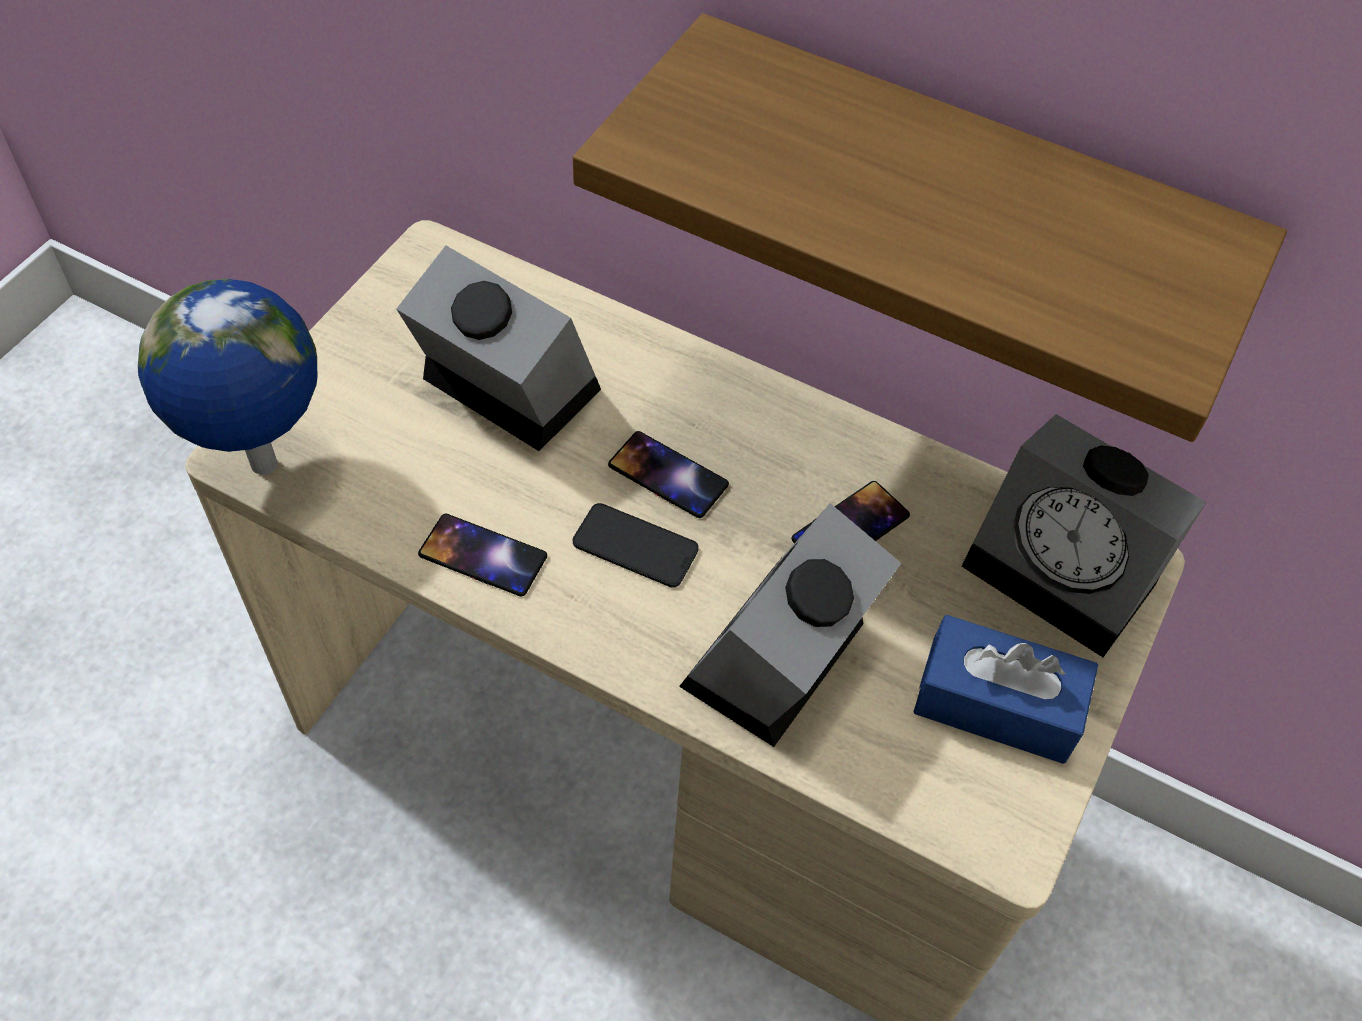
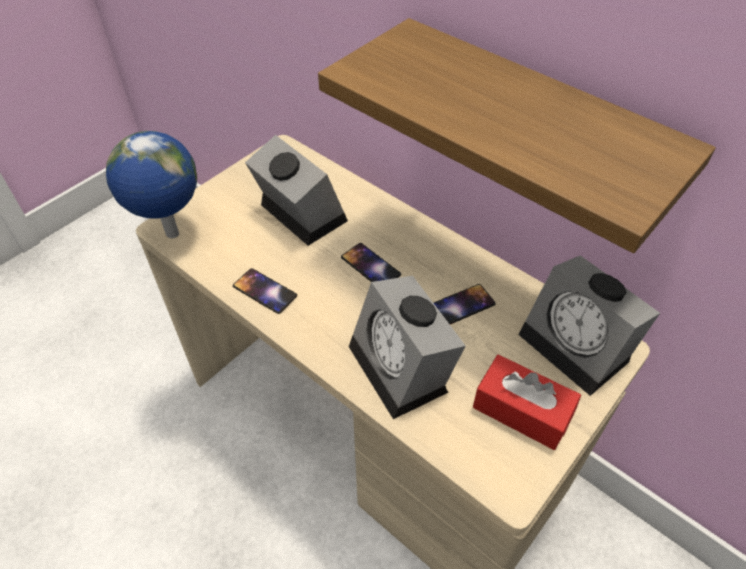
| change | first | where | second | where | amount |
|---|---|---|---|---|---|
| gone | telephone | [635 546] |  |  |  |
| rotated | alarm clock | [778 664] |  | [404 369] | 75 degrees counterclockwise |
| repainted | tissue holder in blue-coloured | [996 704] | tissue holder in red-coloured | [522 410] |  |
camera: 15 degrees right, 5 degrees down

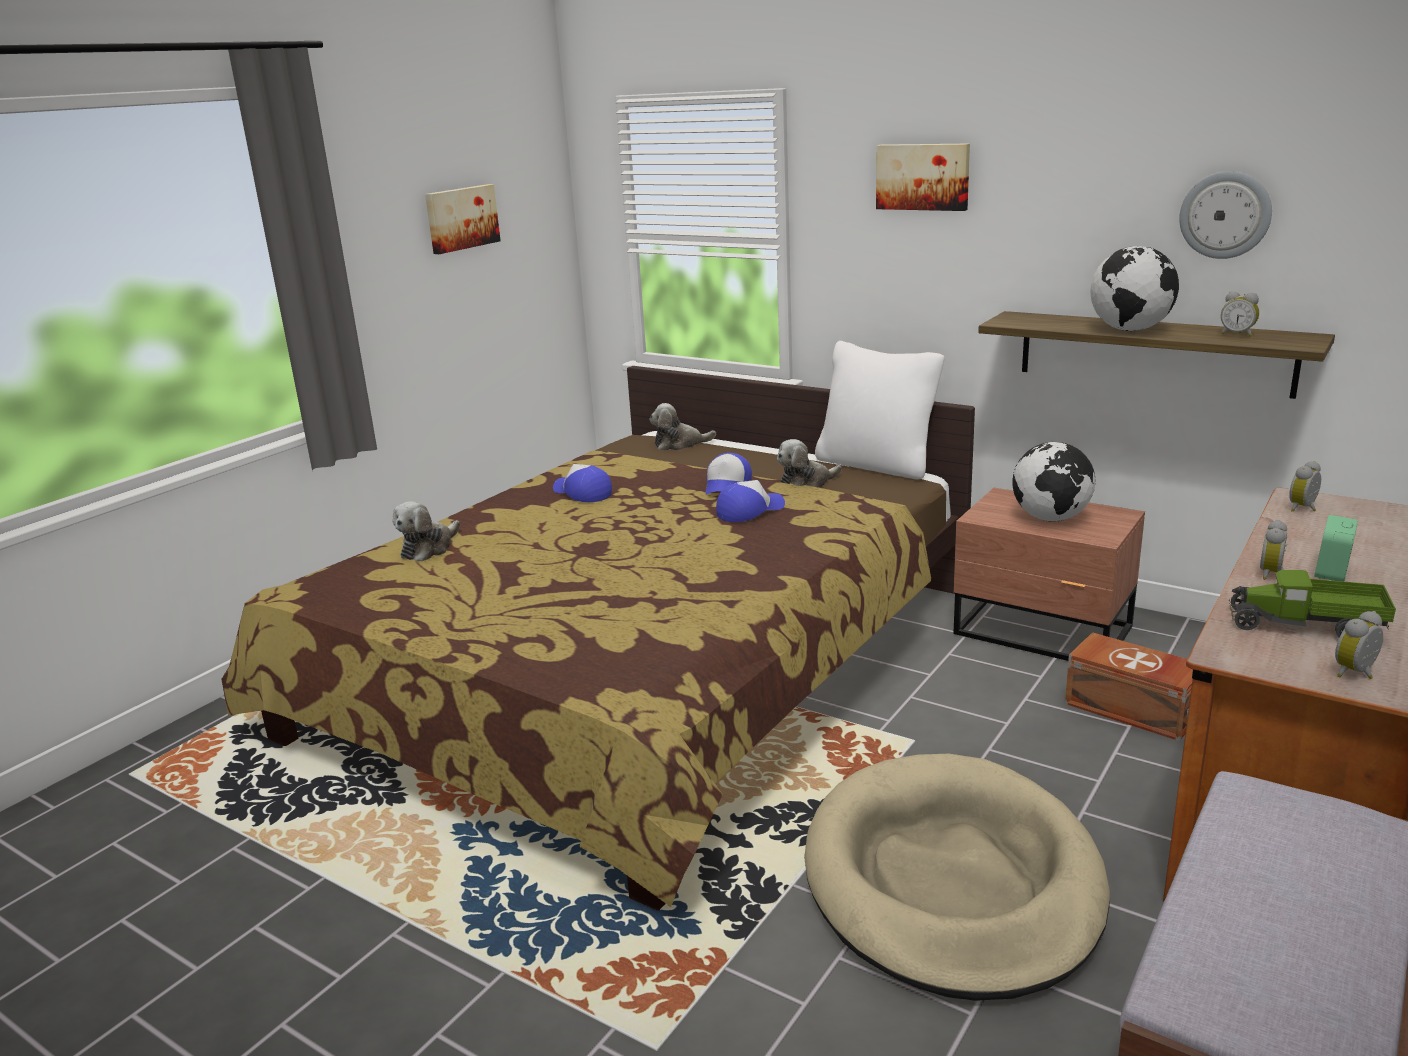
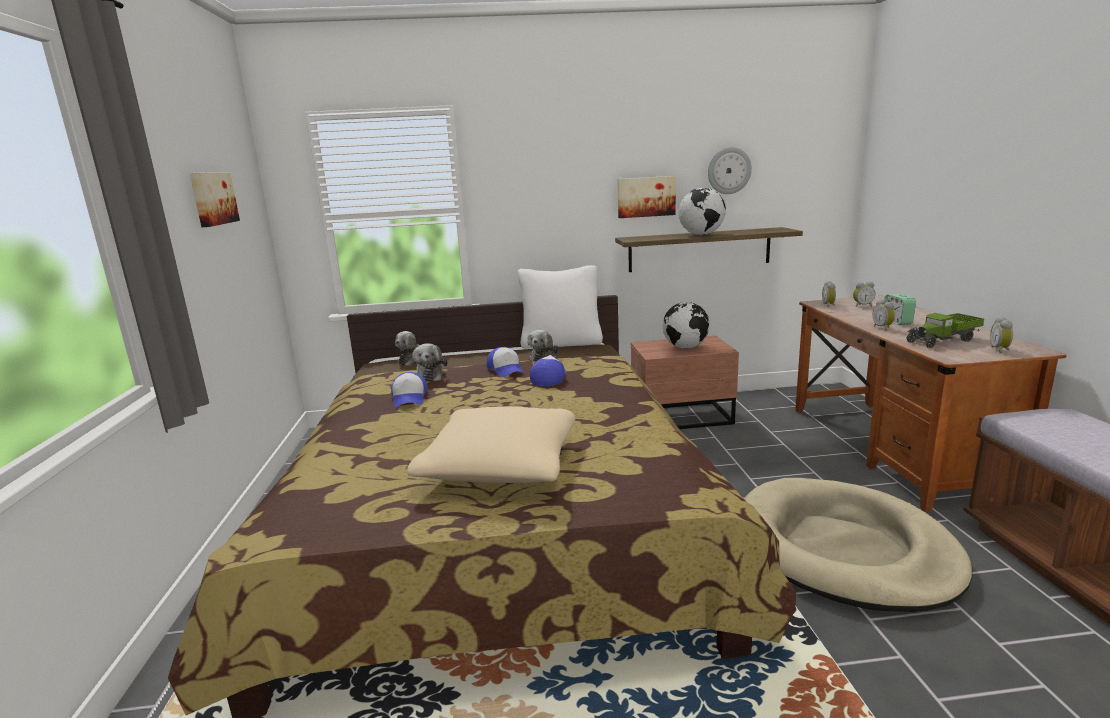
| change | first | where | second | where | amount |
|---|---|---|---|---|---|
| shifted | cuddly toy | [429 548] |  | [429 375] |  |
| rotated | peaked cap | [582 493] |  | [409 398] | 105 degrees counterclockwise |
| shifted | picture | [923 176] |  | [646 197] |  |
| gone | storage box in brown | [1132 710] |  |  |  |
| shifted | alarm clock | [1237 334] |  | [862 305] |  |
| new |  |  | pillow in sand-coloured | [501 466] |  |
camera: 40 degrees left, 5 degrees down

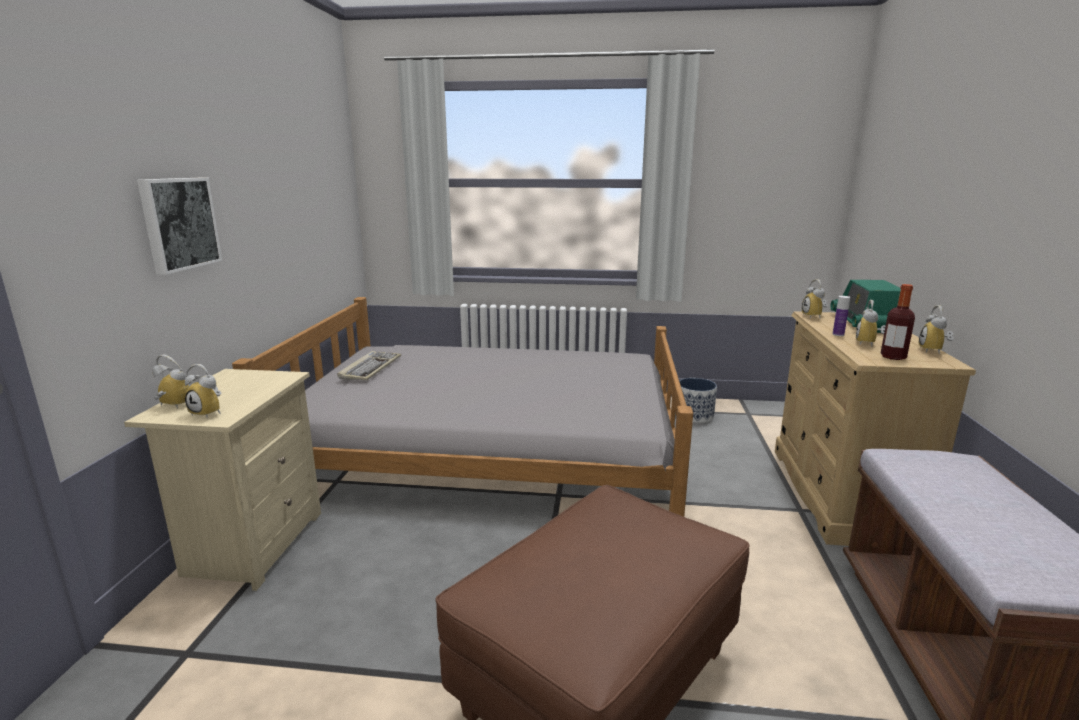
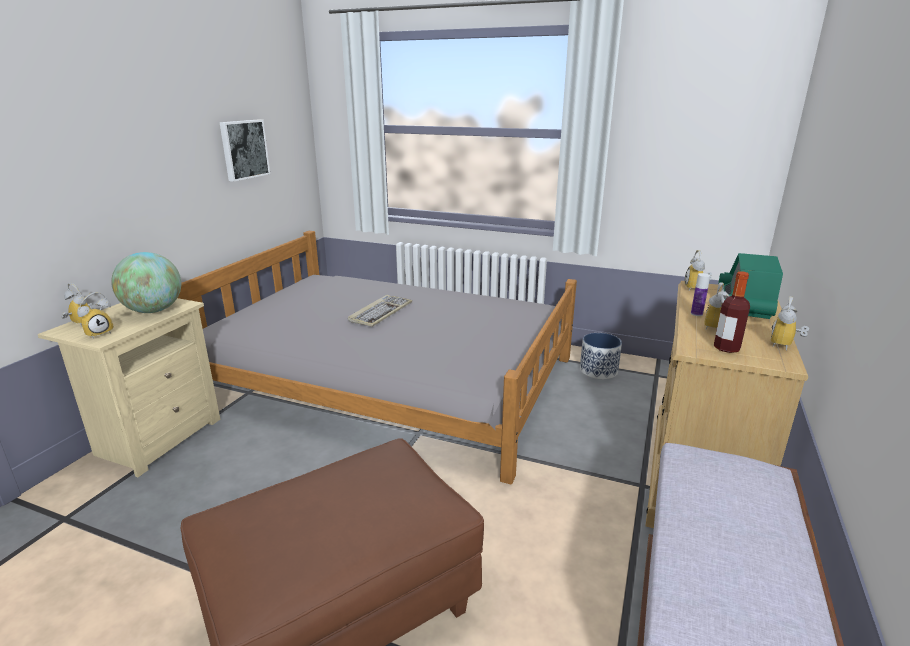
| change | first | where | second | where | amount |
|---|---|---|---|---|---|
| shifted | picture | [178 223] |  | [243 149] |  |
| rotated | alarm clock | [210 412] |  | [99 333] | 90 degrees counterclockwise |
| shifted | PC keyboard | [370 368] |  | [380 313] |  |
| new |  |  | world globe | [153 311] |  |
camera: 15 degrees right, 5 degrees up

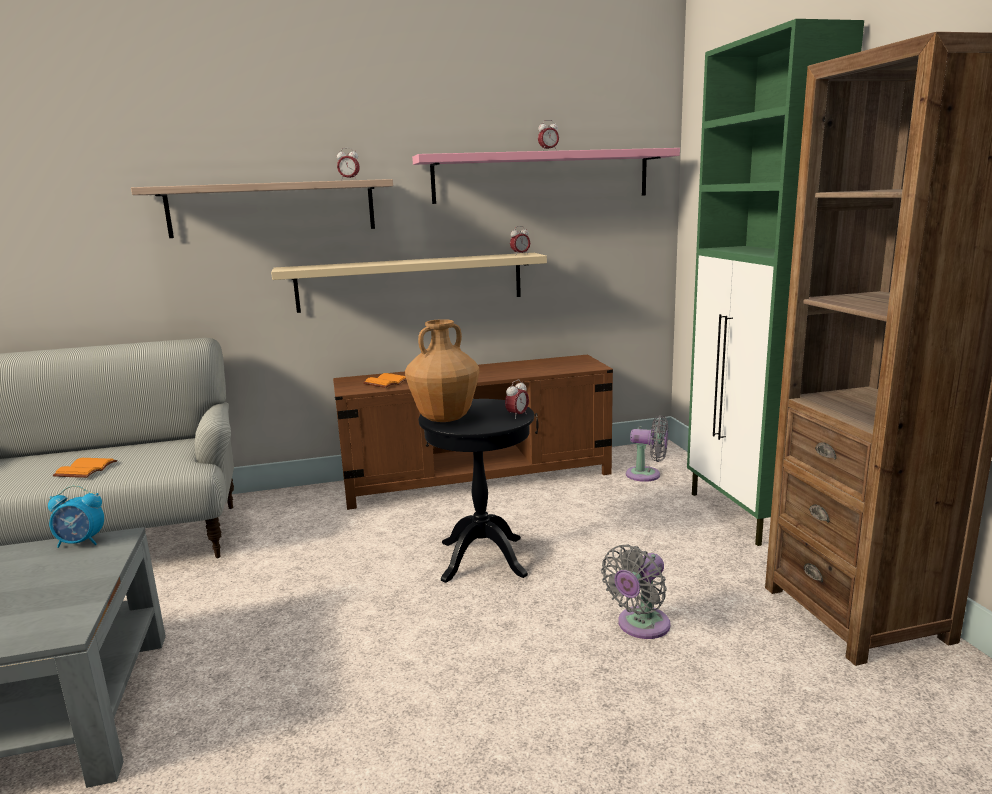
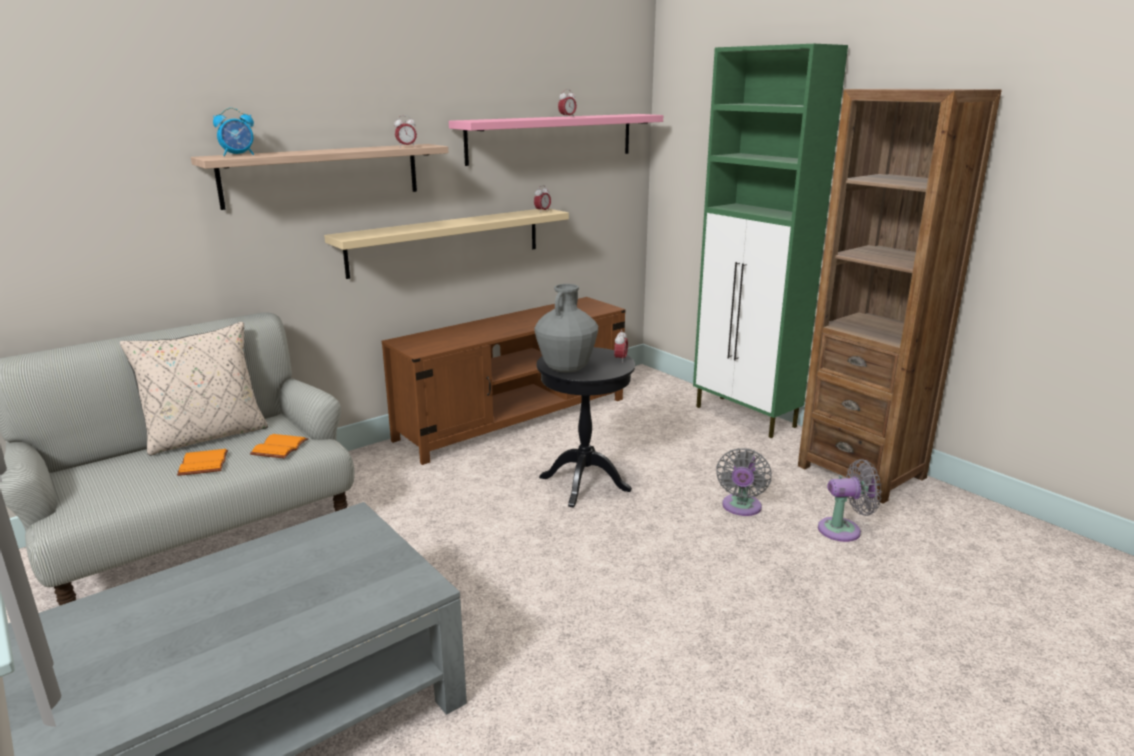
| change | first | where | second | where | amount |
|---|---|---|---|---|---|
| shifted | alarm clock | [81 542] |  | [238 155] |  |
| shifted | book in orange-coloured | [387 383] |  | [280 448] |  |
| repainted | decorative vase in brown | [444 419] | decorative vase in greyish | [566 369] |  |
| shifted | fan in greyish | [647 475] |  | [844 530] |  |
| new |  |  | pillow in sand-coloured | [207 436] |  |
camera: 25 degrees left, 5 degrees up

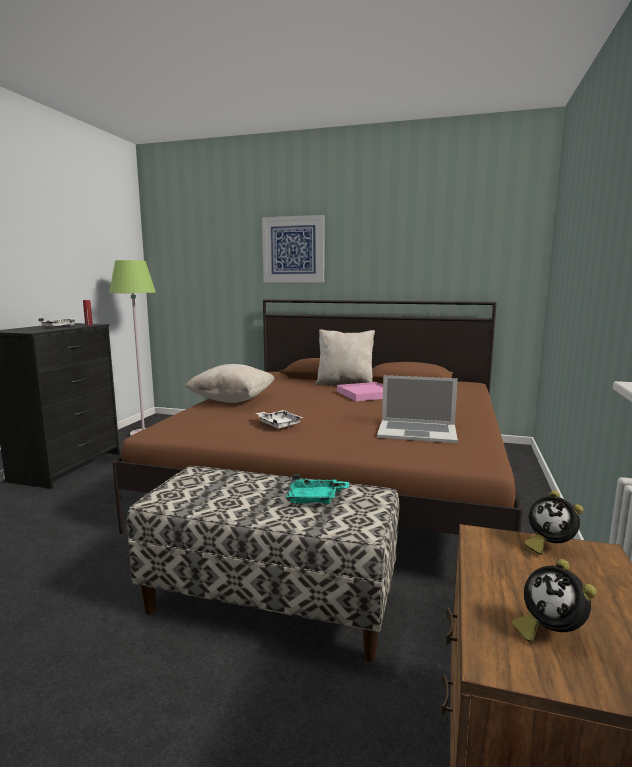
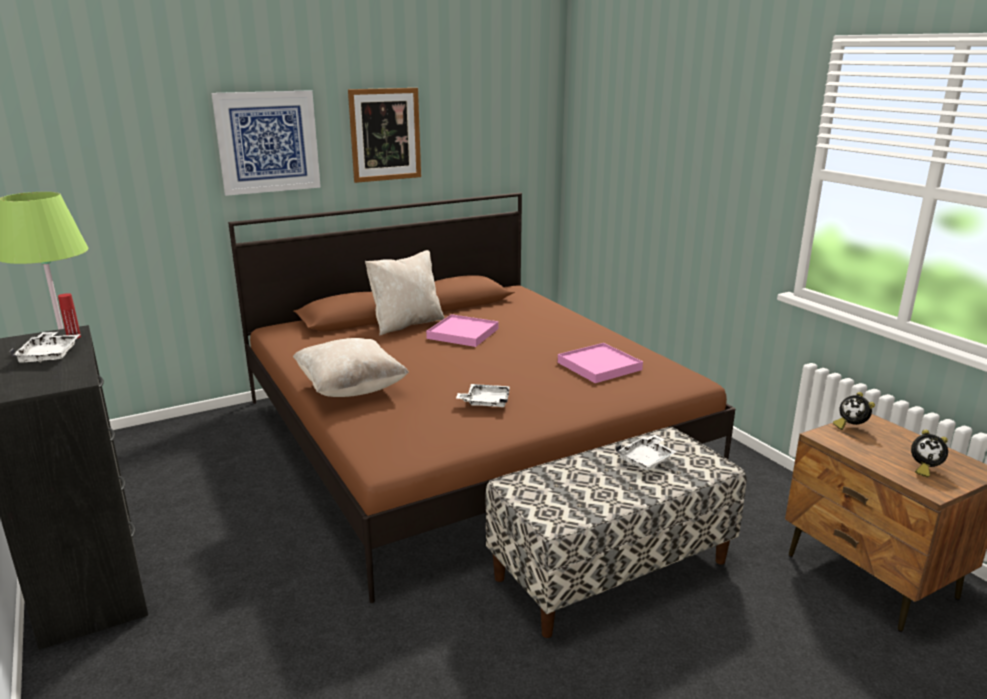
| change | first | where | second | where | amount |
|---|---|---|---|---|---|
| repainted | tray in turquoise | [315 498] | tray in whitish | [646 459] |  |
| swapped | notebook computer | [417 431] | tray in pinkish | [599 366] |  |
| rotated | alarm clock | [548 546] |  | [850 426] | 60 degrees clockwise |
| new |  |  | picture | [385 134] |  |
camera: 45 degrees left, 10 degrees up

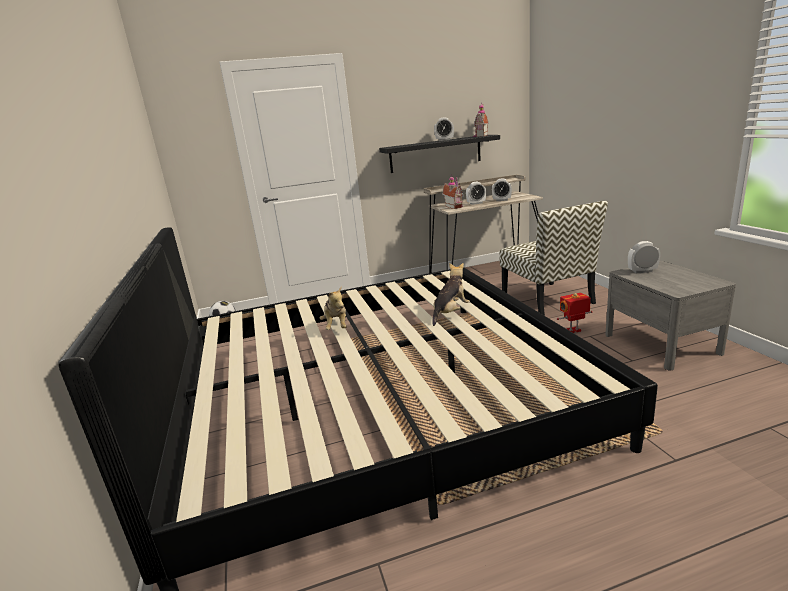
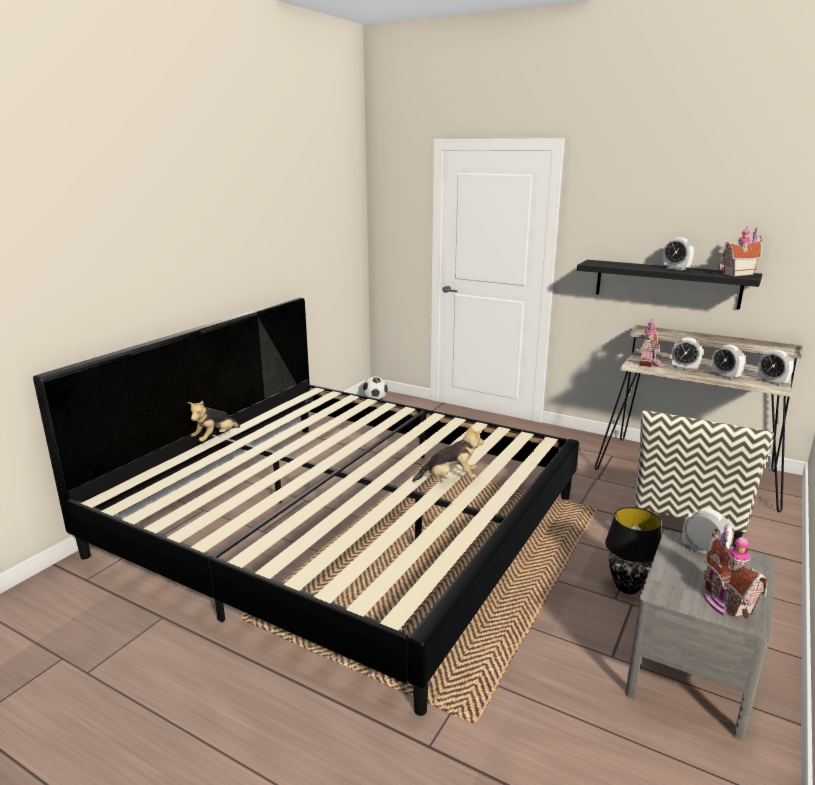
| change | first | where | second | where | amount |
|---|---|---|---|---|---|
| shifted | cuddly toy | [336 326] |  | [215 438] |  |
| swapped | toy robot | [573 331] | table lamp in black | [627 587] |  |
| new |  |  | miniature house | [724 602] |  |
| new |  |  | alarm clock | [772 382] |  |
camera: 45 degrees right, 0 degrees up

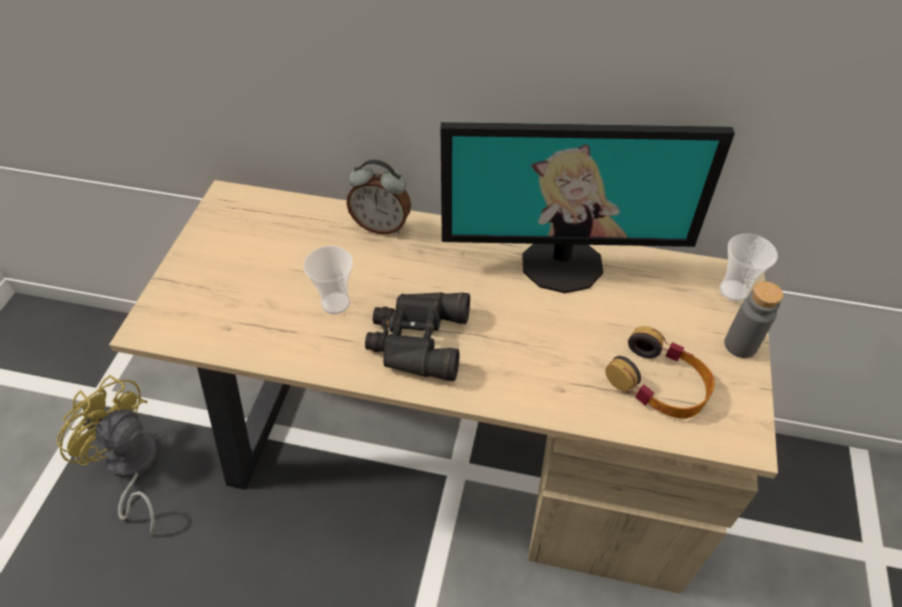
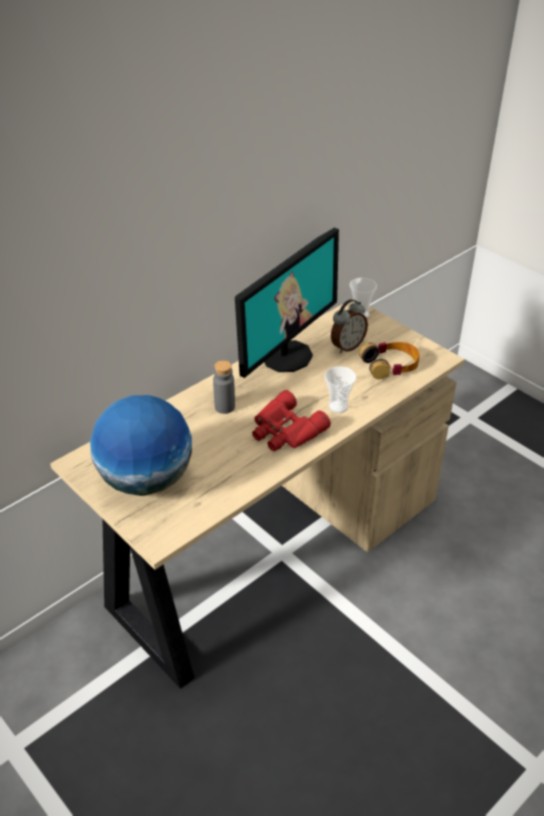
| change | first | where | second | where | amount |
|---|---|---|---|---|---|
| gone | fan in yellow | [131 468] |  |  |  |
| shifted | drinking cup | [335 303] |  | [338 407] |  |
| shifted | alarm clock | [381 225] |  | [347 346] |  |
| repainted | field glasses in black | [416 340] | field glasses in red-coloured | [285 431] |  |
| shifted | drink bottle in greyish | [740 345] |  | [224 407] |  |
| new |  |  | world globe | [146 480] |  |
camera: 55 degrees left, 10 degrees down

